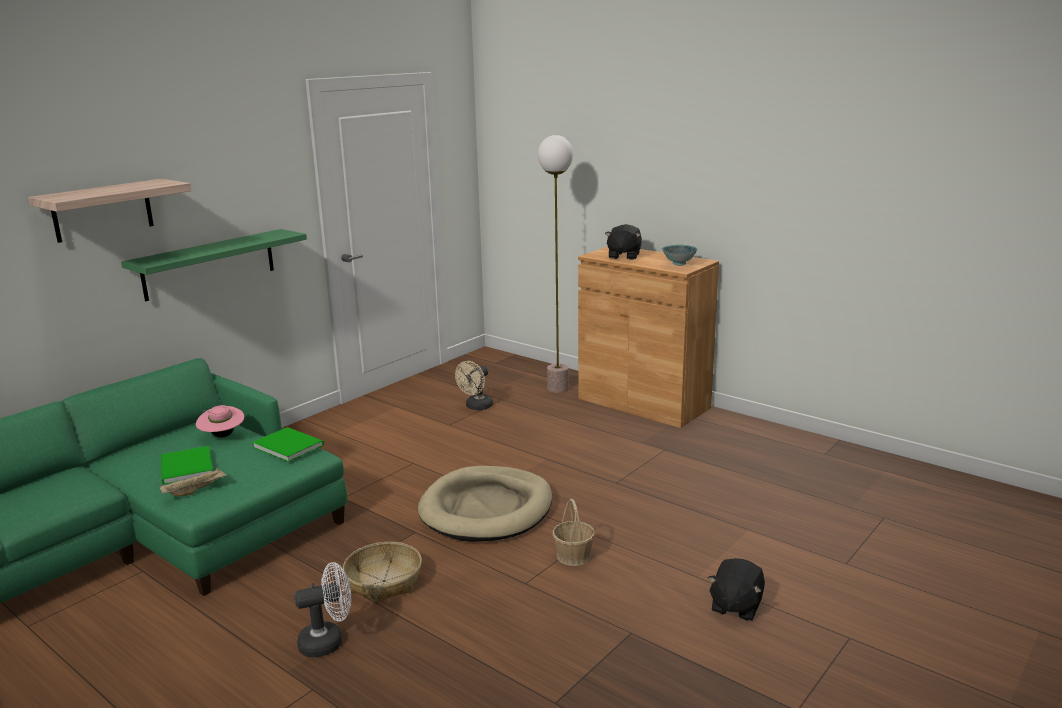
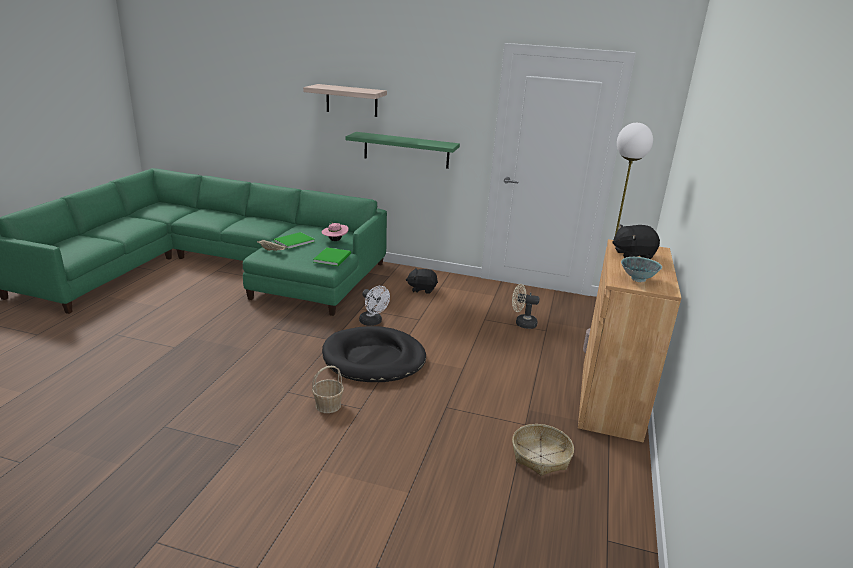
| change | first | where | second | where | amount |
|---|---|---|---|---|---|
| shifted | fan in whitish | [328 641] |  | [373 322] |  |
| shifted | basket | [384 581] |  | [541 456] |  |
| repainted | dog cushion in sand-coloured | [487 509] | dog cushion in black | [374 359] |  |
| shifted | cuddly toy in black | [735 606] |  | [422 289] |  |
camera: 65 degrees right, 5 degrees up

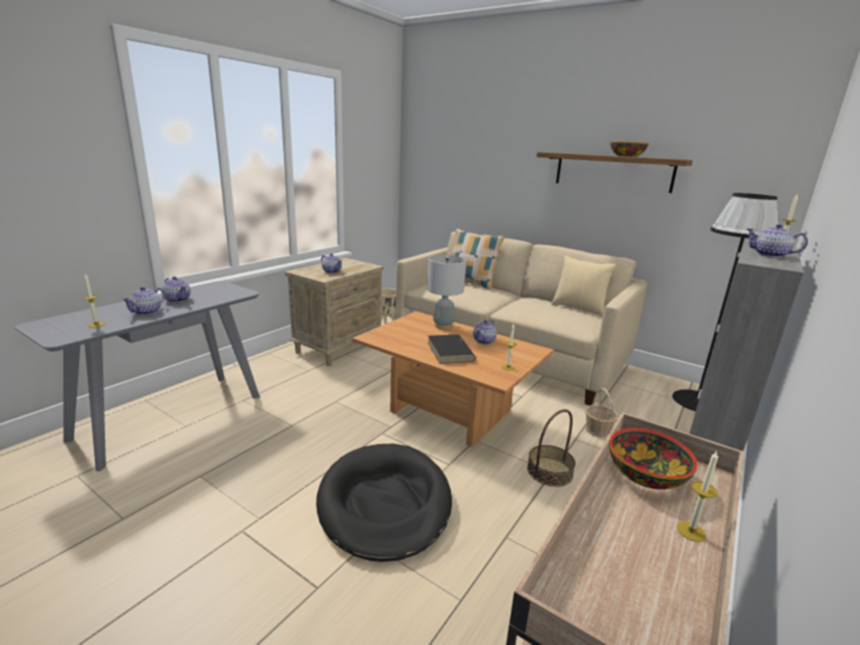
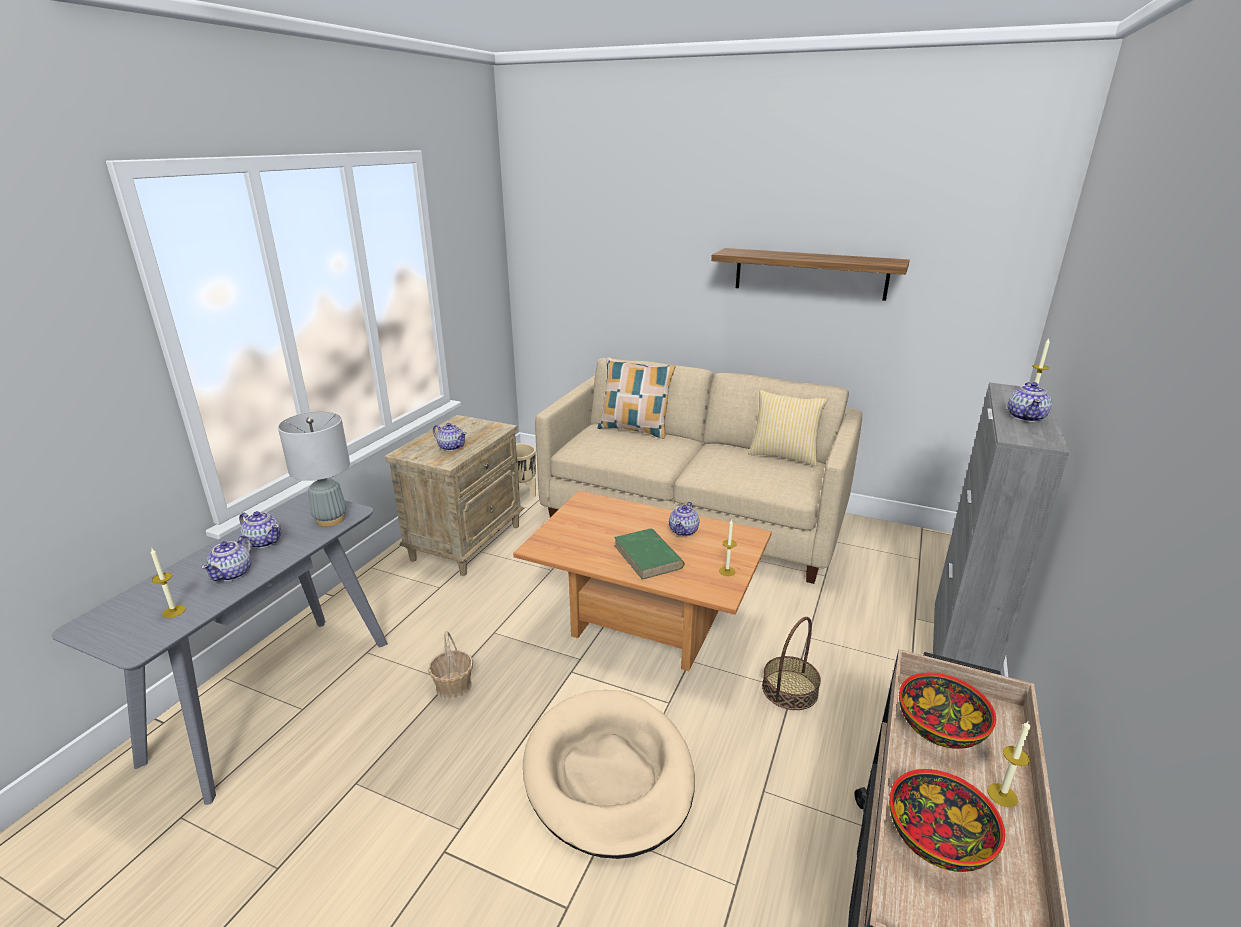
| change | first | where | second | where | amount |
|---|---|---|---|---|---|
| repainted | dog cushion in black | [384 503] | dog cushion in sand-coloured | [608 774] |  |
| shifted | table lamp in greyish | [443 326] |  | [330 519] |  |
| repainted | book in black | [450 352] | book in greenish | [648 557] |  |
| shifted | basket | [598 430] |  | [453 686] |  |
| shifted | serving bowl | [626 156] |  | [937 837] |  |
| gone | floor lamp in black | [696 401] |  |  |  |
| rotated | pot for tea | [770 255] |  | [1026 417] | 90 degrees counterclockwise |
camera: 10 degrees left, 5 degrees up

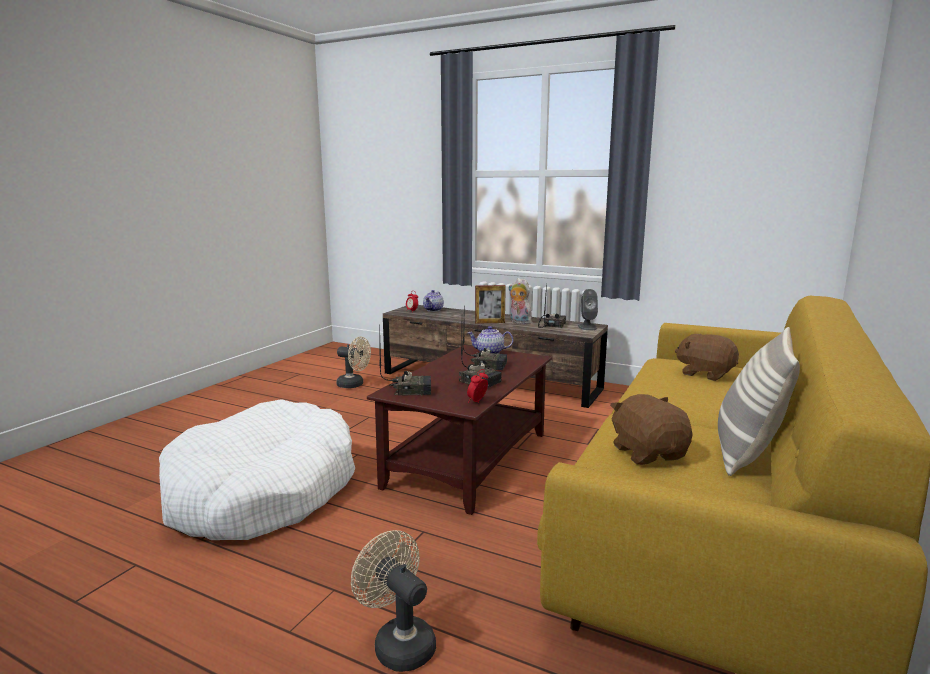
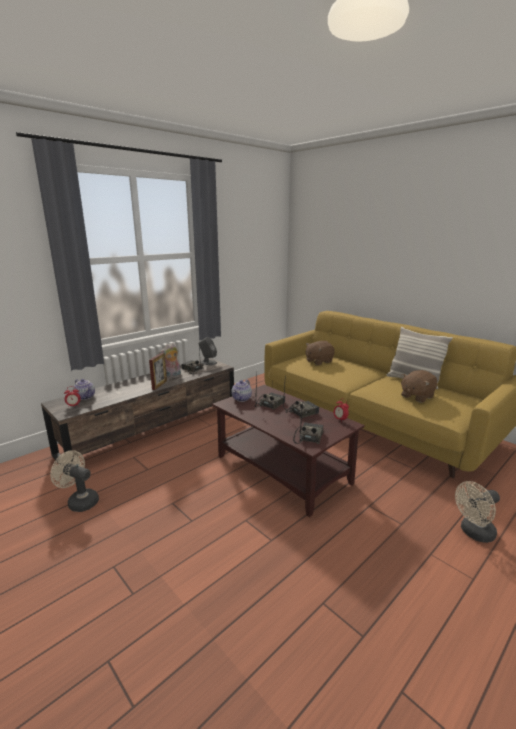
| change | first | where | second | where | amount |
|---|---|---|---|---|---|
| gone | dog cushion in whitish | [263 491] |  |  |  |
| rotated | fan in sand-coloured | [354 385] |  | [79 501] | 105 degrees counterclockwise |
| rotated | cuddly toy in brown | [648 453] |  | [416 396] | 45 degrees counterclockwise |
camera: 70 degrees left, 5 degrees up

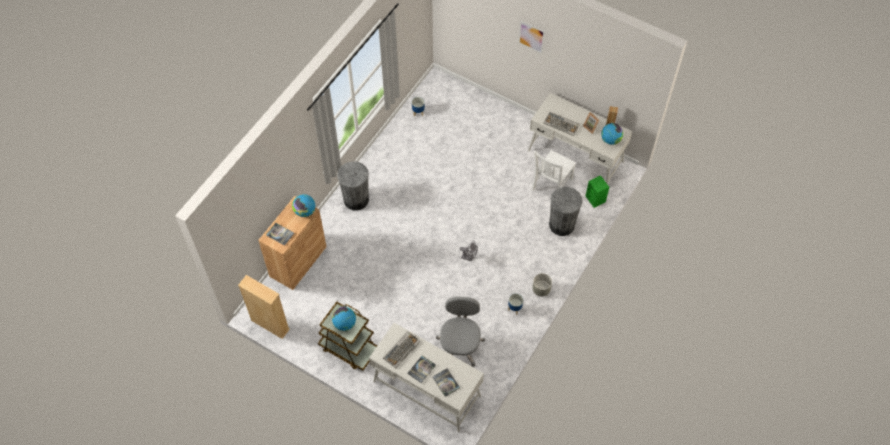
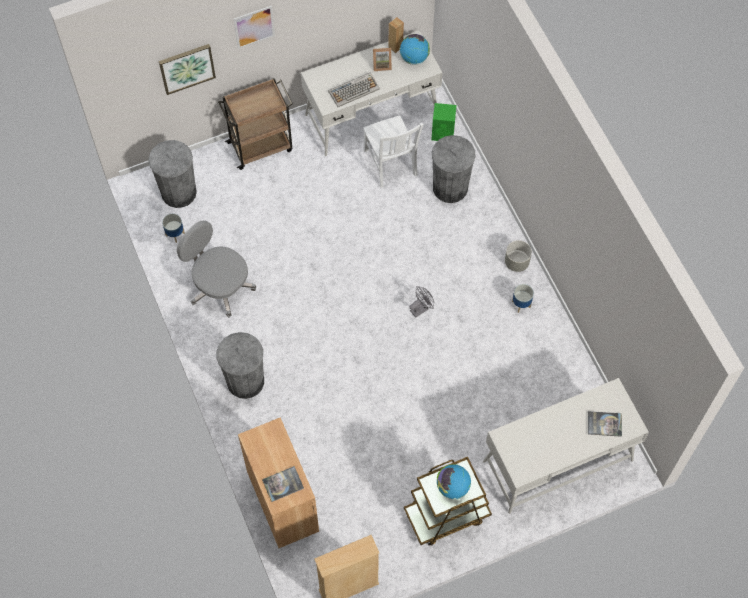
| change | first | where | second | where | amount |
|---|---|---|---|---|---|
| gone | world globe | [305 211] |  |  |  |
| gone | PC keyboard | [402 349] |  |  |  |
| gone | book | [421 369] |  |  |  |
| shifted | computer chair in greyish | [460 345] |  | [220 286] |  |
| new |  |  | rubbish bin in greyish | [178 192] |  |
| new |  |  | picture | [187 68] |  |
| new |  |  | trolley in brown | [261 146] |  |
camera: 55 degrees left, 5 degrees up

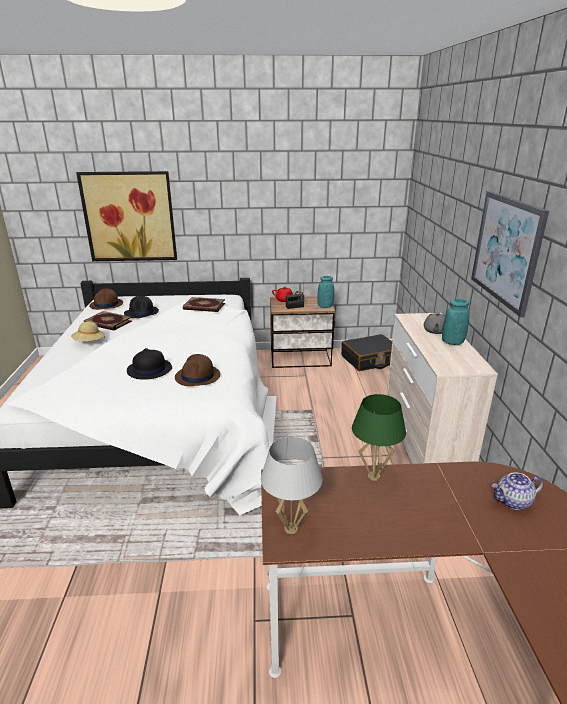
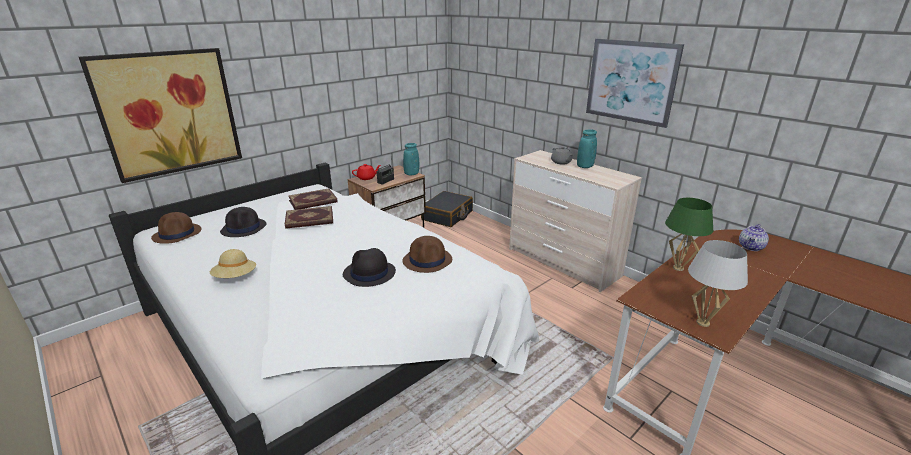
| change | first | where | second | where | amount |
|---|---|---|---|---|---|
| shifted | book | [107 323] |  | [309 220] |  |
camera: 40 degrees left, 0 degrees up

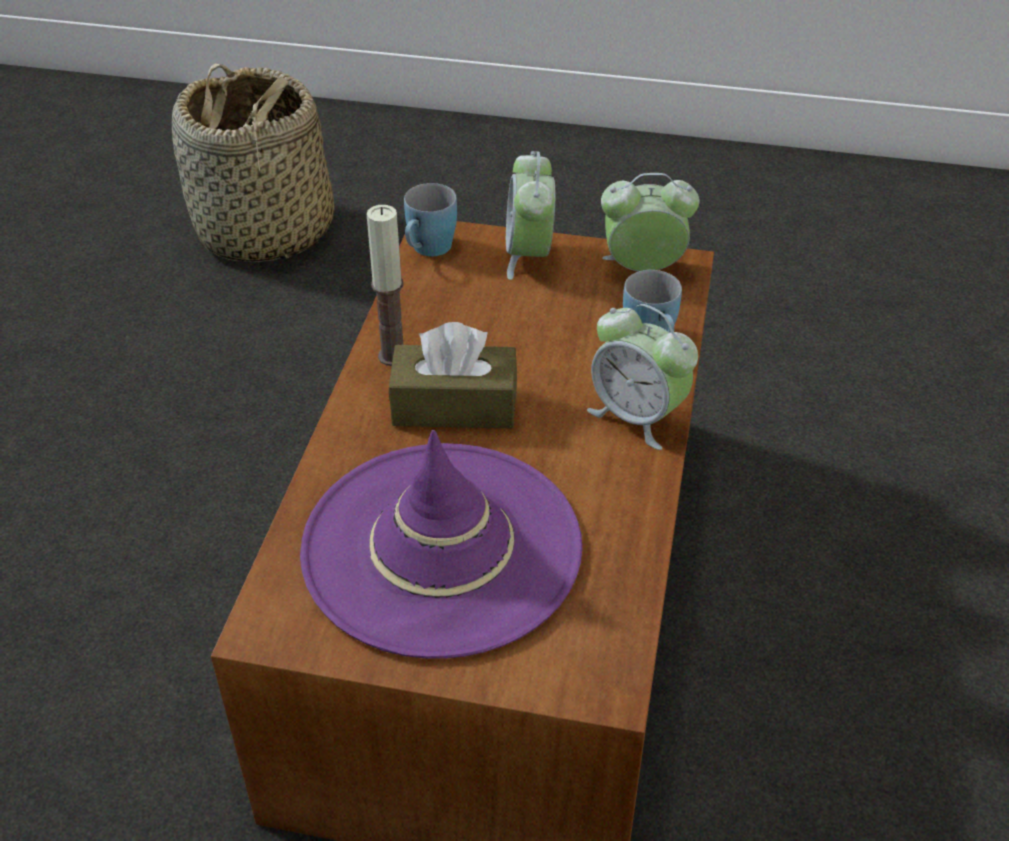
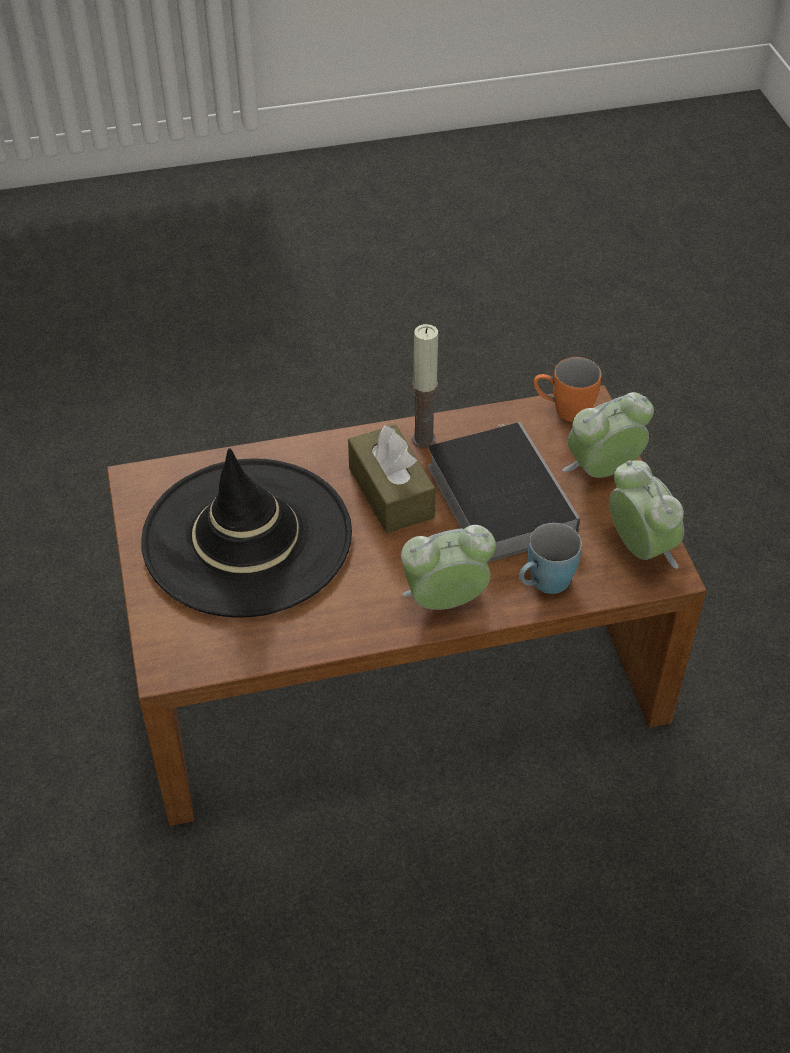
| change | first | where | second | where | amount |
|---|---|---|---|---|---|
| gone | basket | [264 232] |  |  |  |
| repainted | clothing hat in purple-coloured | [442 547] | clothing hat in black | [247 538] |  |
| repainted | coffee mug in blue-coloured | [427 250] | coffee mug in orange-coloured | [563 410] |  |
| rotated | alarm clock | [637 416] |  | [445 602] | 60 degrees clockwise |
| new |  |  | book | [497 496] |  |
camera: 65 degrees right, 5 degrees up

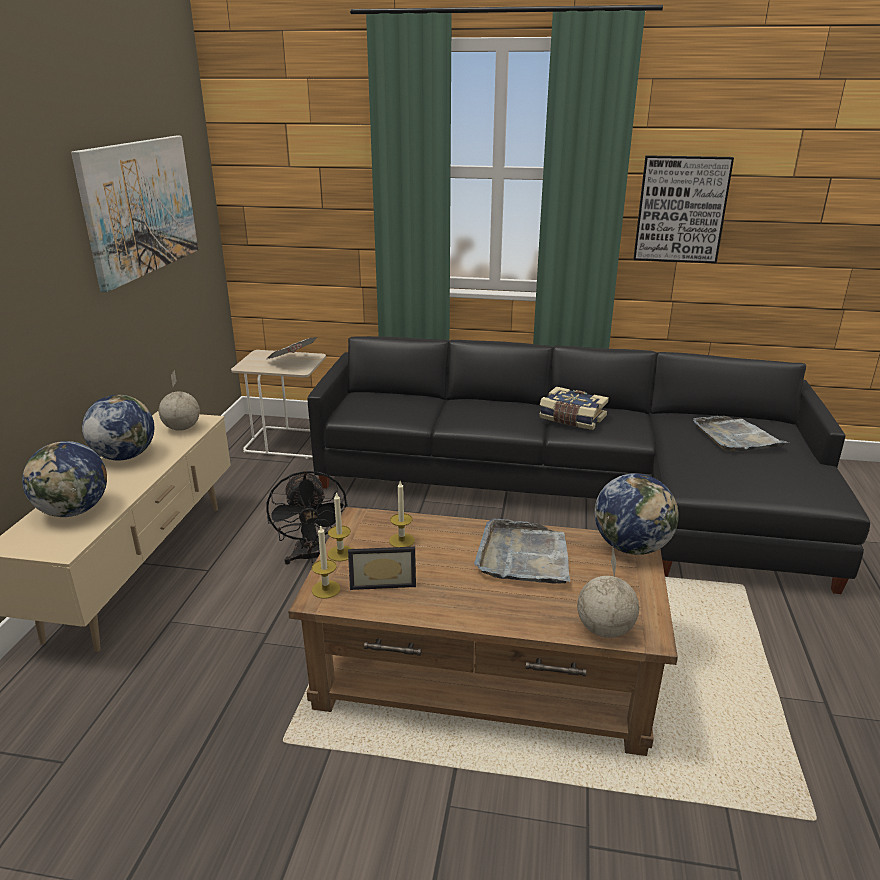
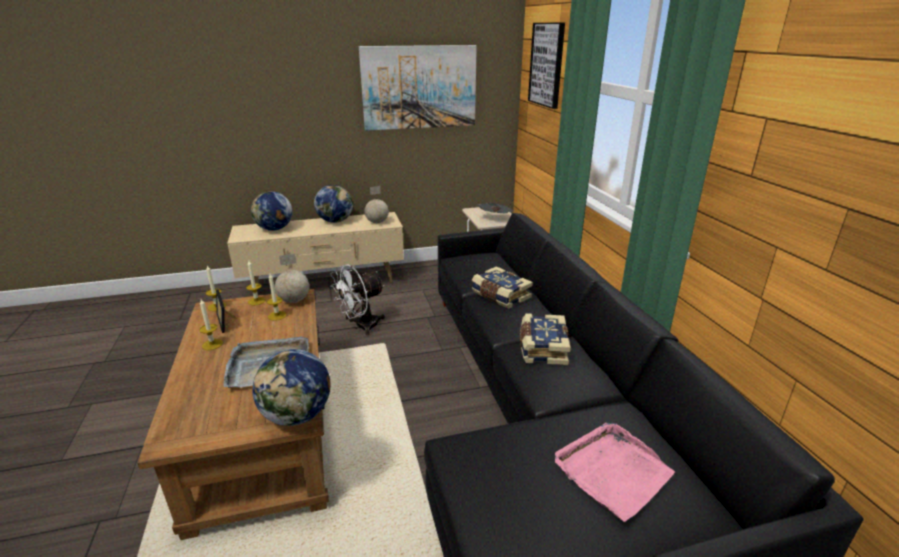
| change | first | where | second | where | amount |
|---|---|---|---|---|---|
| repainted | fan in black | [311 557] | fan in whitish | [361 326] |  |
| shifted | world globe | [605 629] |  | [294 301] |  |
| shifted | picture | [681 209] |  | [547 64] |  |
| repainted | tray in greyish | [736 437] | tray in pinkish | [612 471] |  |
| new |  |  | wax light | [212 344] |  |
| new |  |  | book | [500 296] |  |
camera: 65 degrees right, 0 degrees up

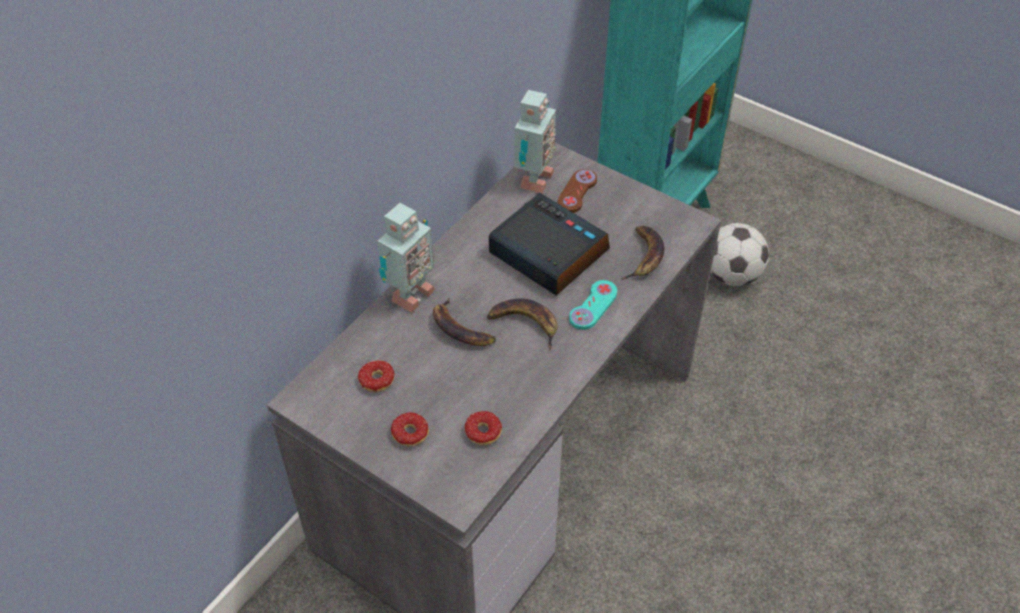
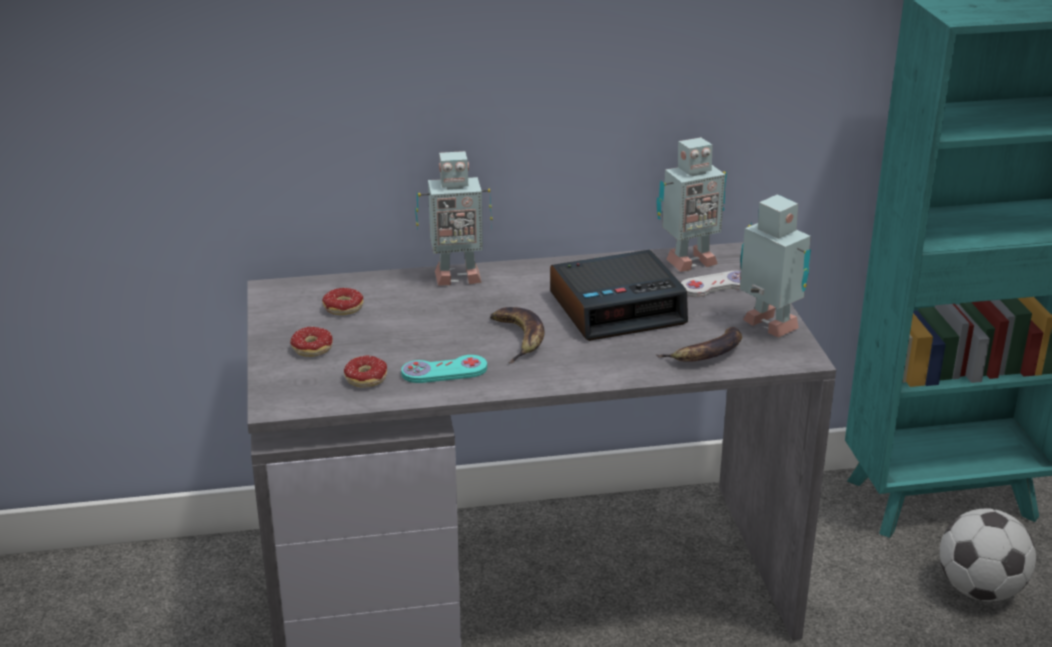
| change | first | where | second | where | amount |
|---|---|---|---|---|---|
| gone | banana fruit | [460 329] |  |  |  |
| rotated | alarm clock | [547 252] |  | [618 308] | 75 degrees clockwise |
| repainted | game controller in brown | [577 192] | game controller in whitish | [716 286] |  |
| shifted | game controller in turquoise | [593 306] |  | [444 371] |  |
| new |  |  | toy robot | [768 327] |  |
camera: 45 degrees right, 20 degrees down

